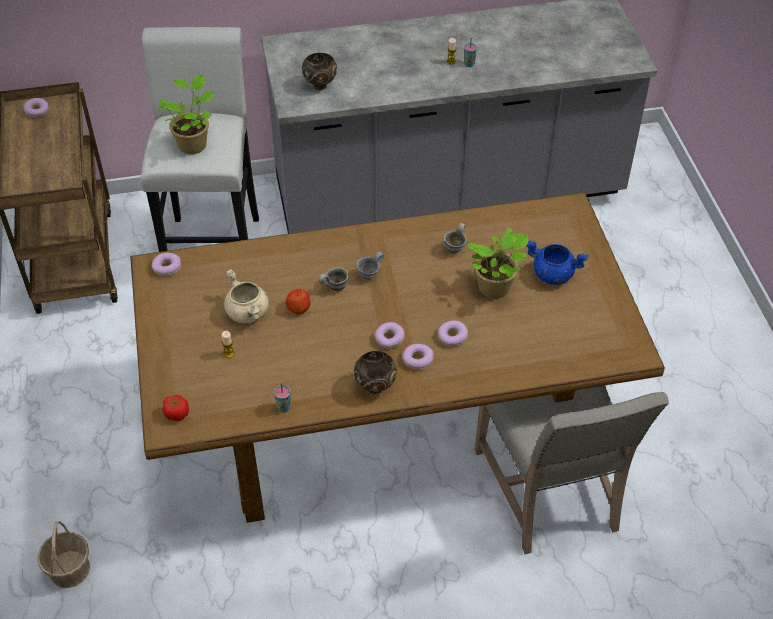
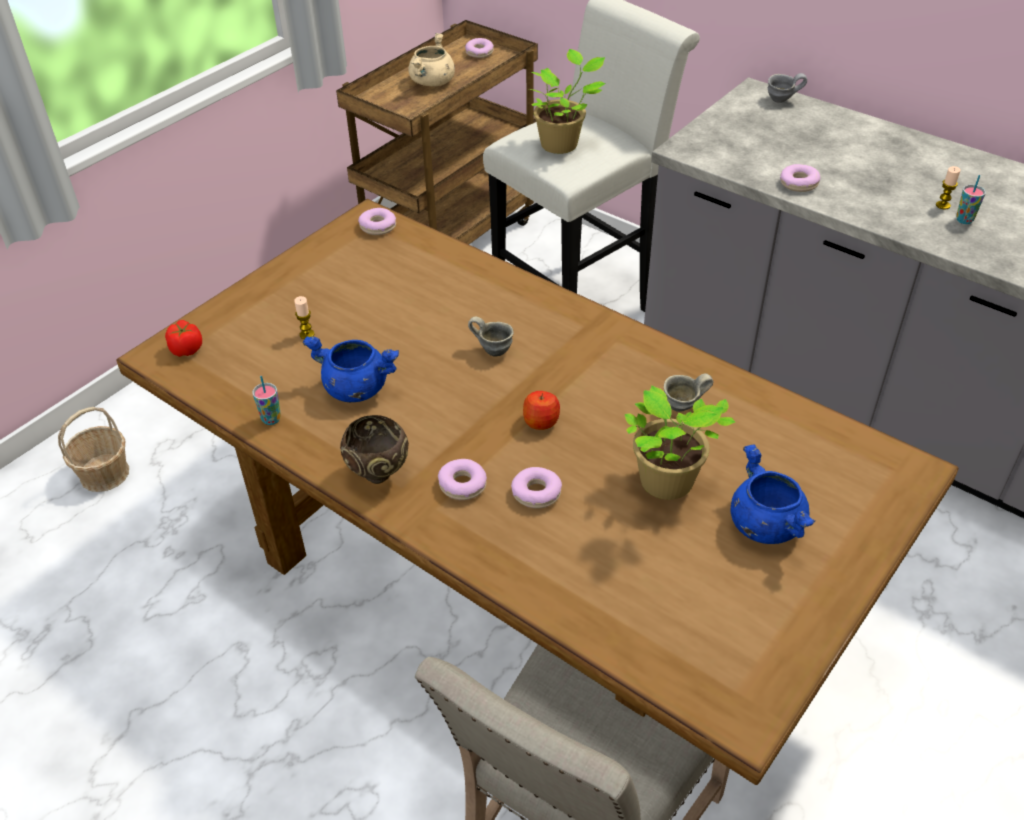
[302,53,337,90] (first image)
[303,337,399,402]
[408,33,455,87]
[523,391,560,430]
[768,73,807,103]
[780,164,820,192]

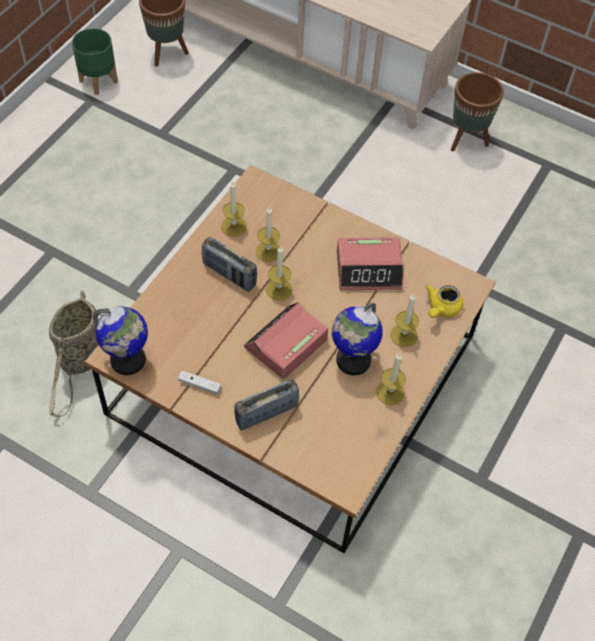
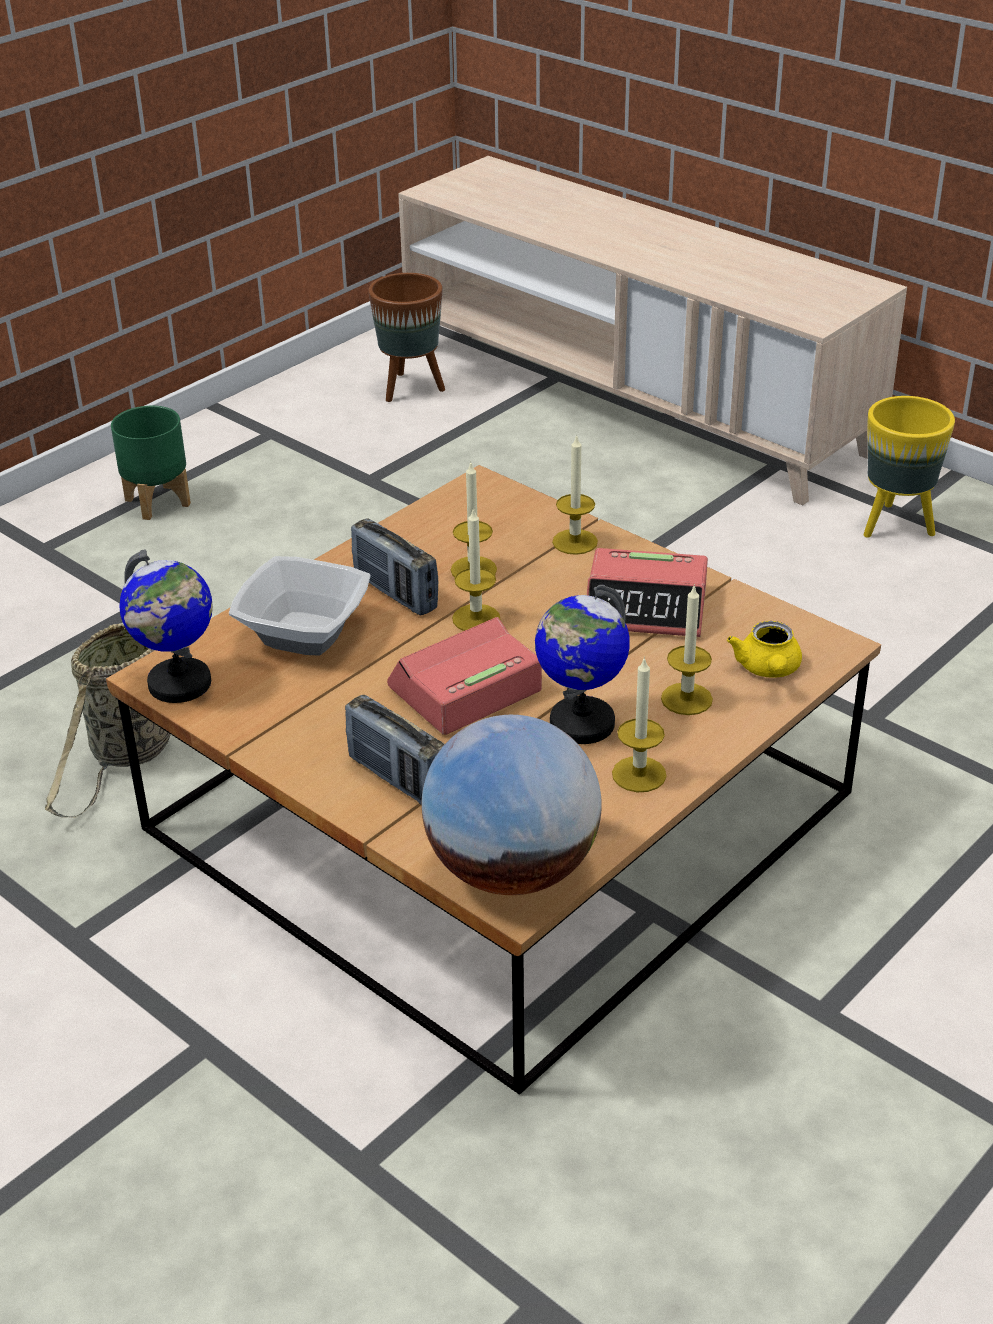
[178,371,221,395] (first image)
[229,556,370,655]
[421,715,602,895]
[111,406,191,520]
[552,434,598,555]
[864,396,955,538]
[345,695,445,804]
[727,621,802,678]

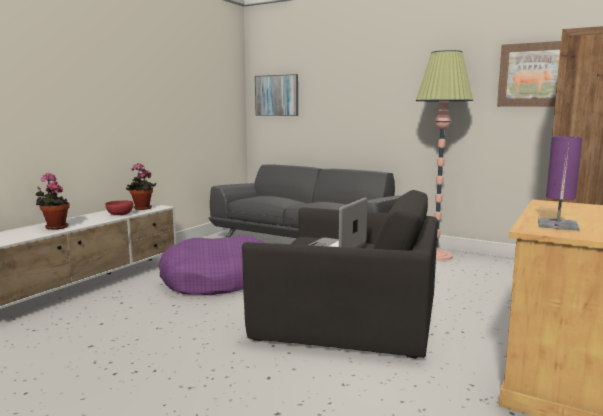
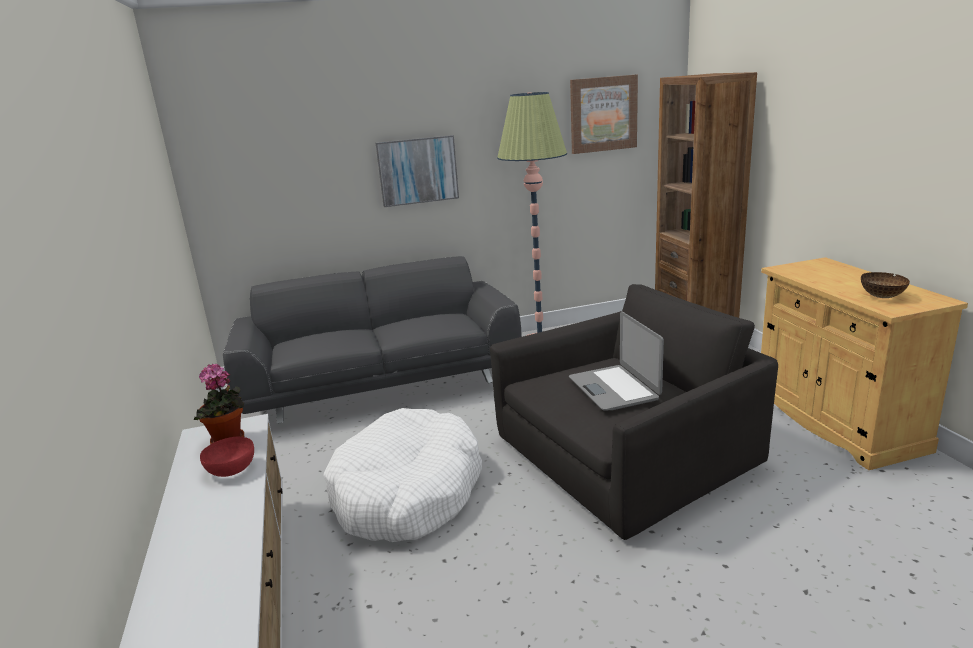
[36,173,70,230] (first image)
[376,135,459,207]
[861,272,910,298]
[324,408,482,542]

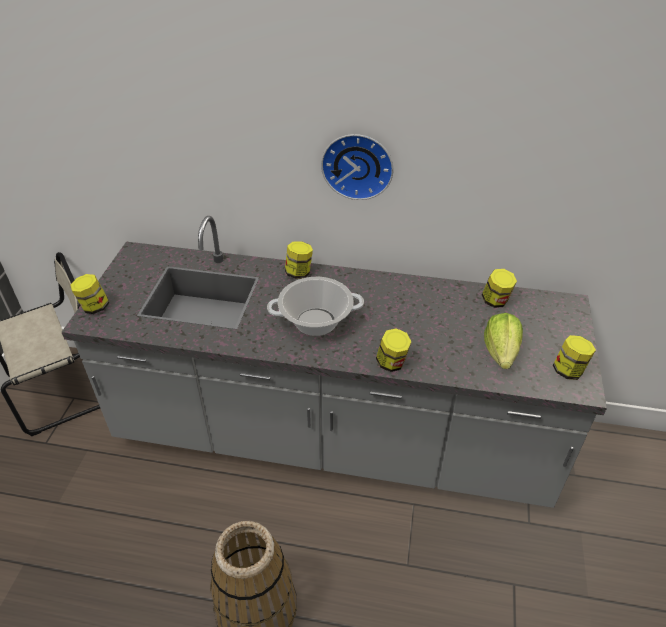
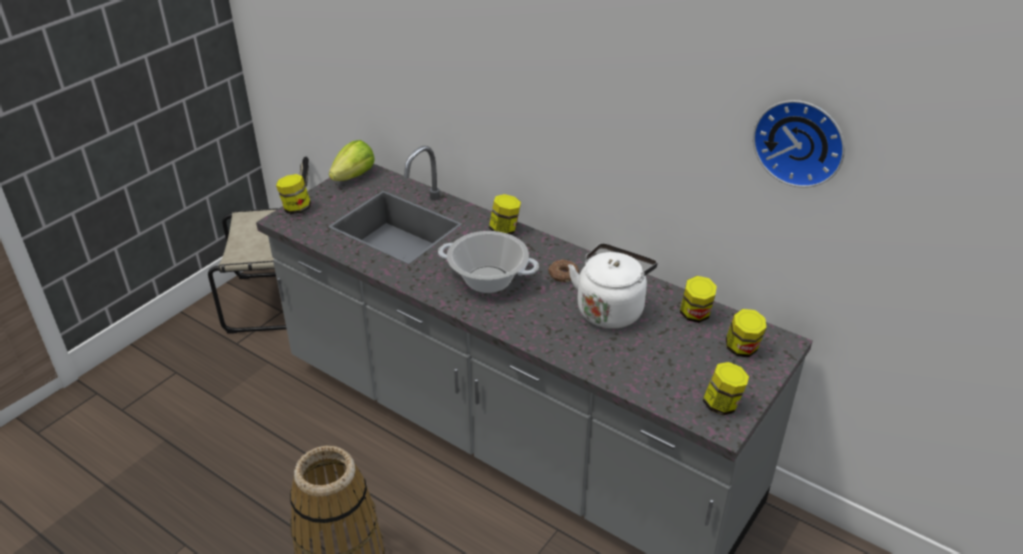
[548,260,579,282]
[568,243,657,329]
[753,100,845,188]
[726,309,767,357]
[329,140,374,181]

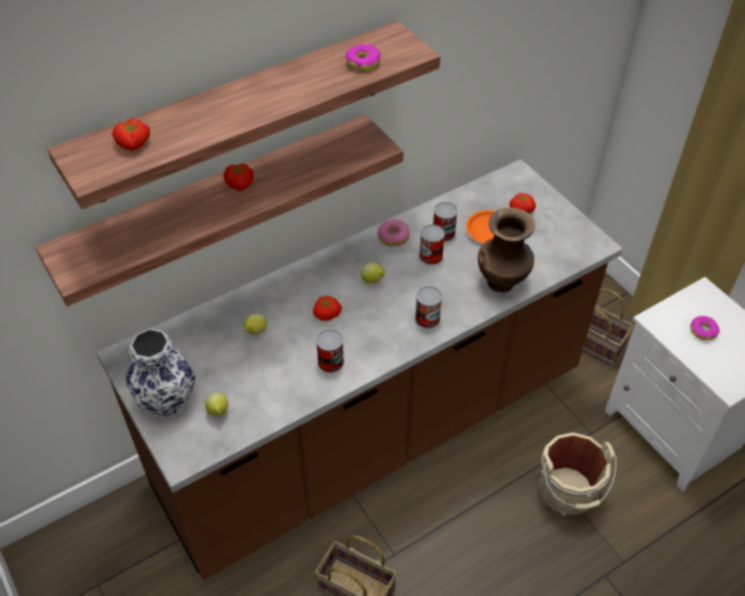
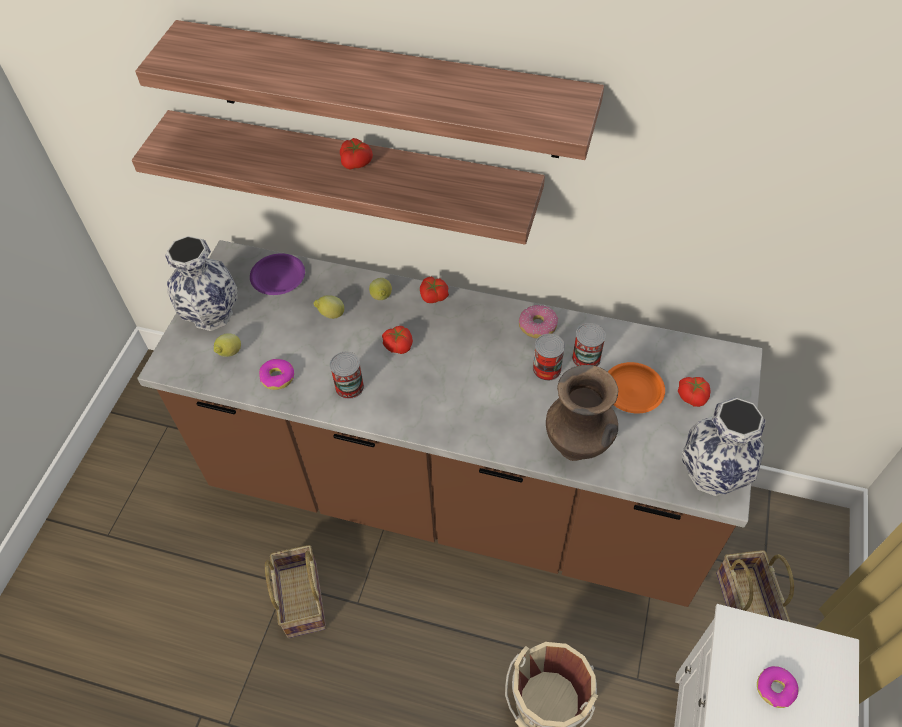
[415,286,442,329] (first image)
[250,253,305,295]
[682,398,766,496]
[420,276,449,303]
[259,359,294,390]
[369,278,392,300]

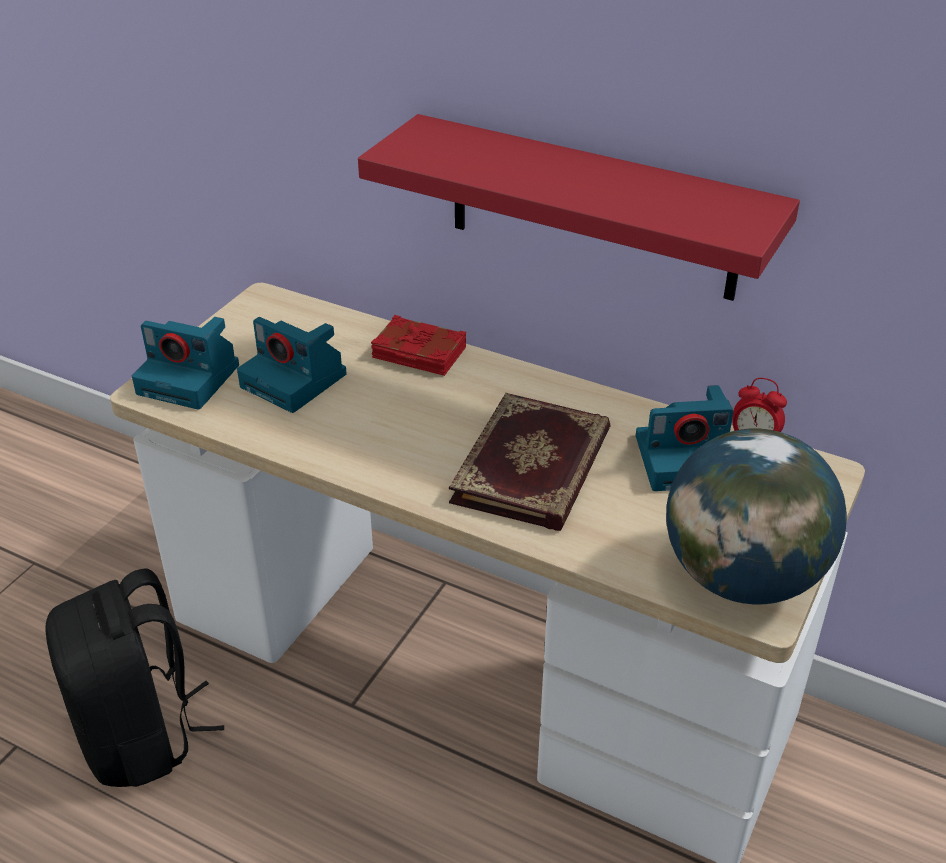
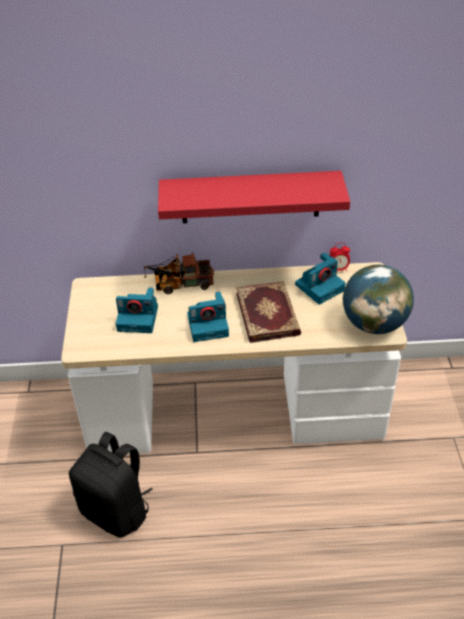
[187,292,229,342]
[144,252,214,294]

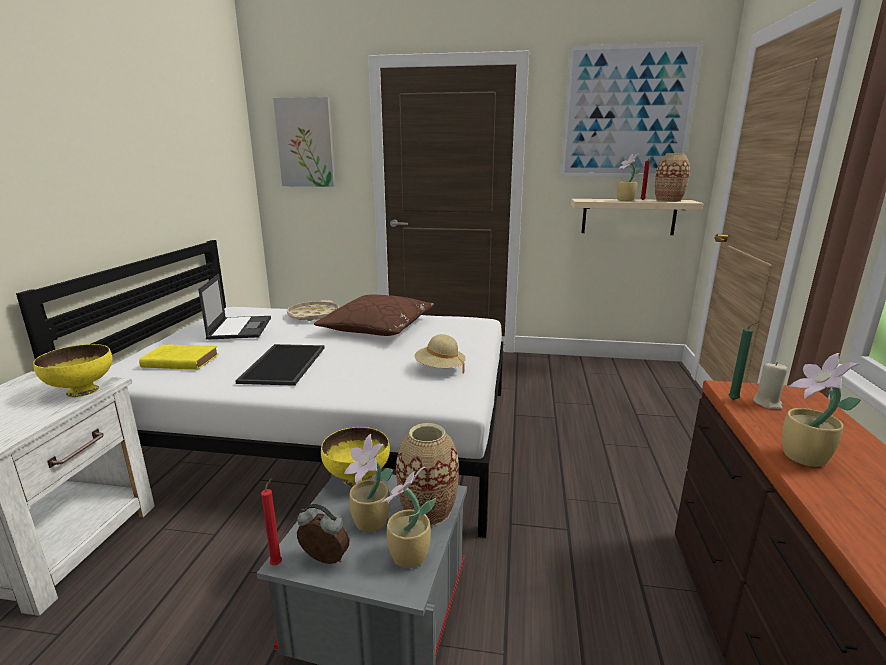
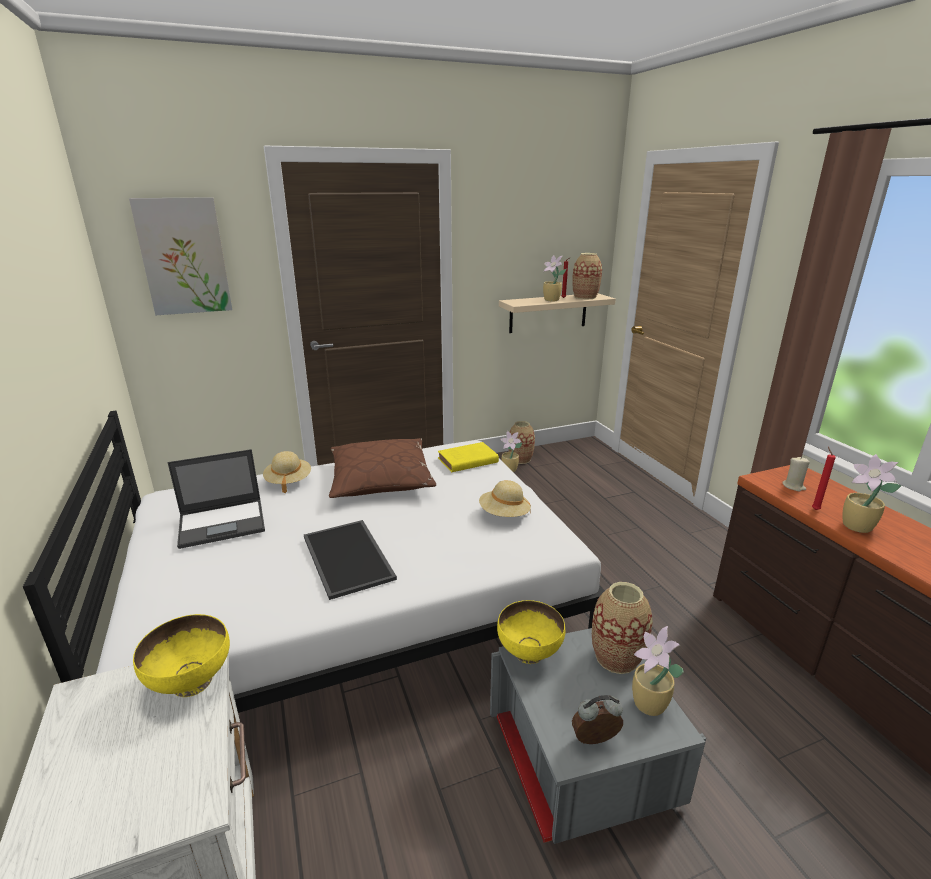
[560,42,703,177] (first image)
[728,321,759,400] (first image)
[508,421,535,464]
[438,442,499,472]
[812,447,836,510]
[500,431,522,472]
[263,451,311,493]
[168,449,265,549]

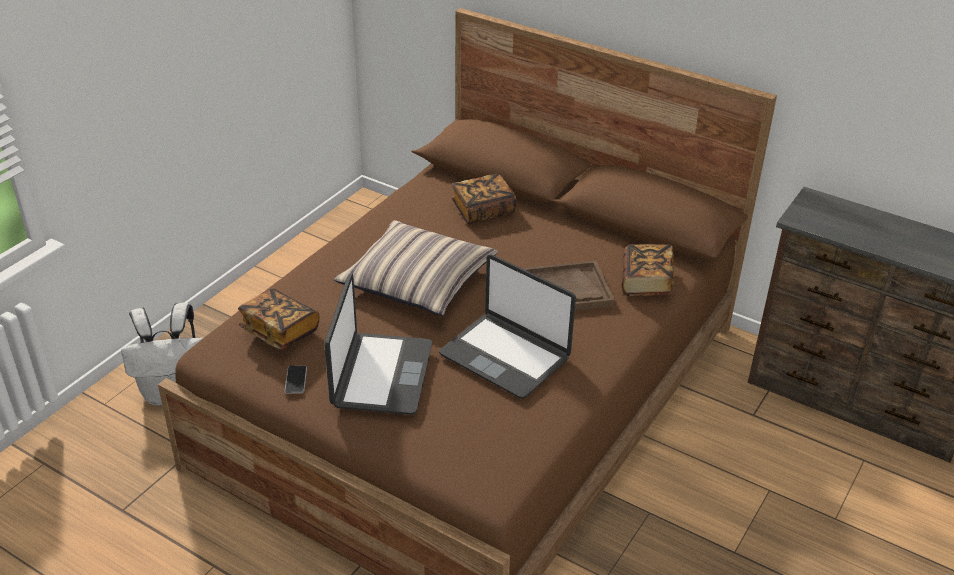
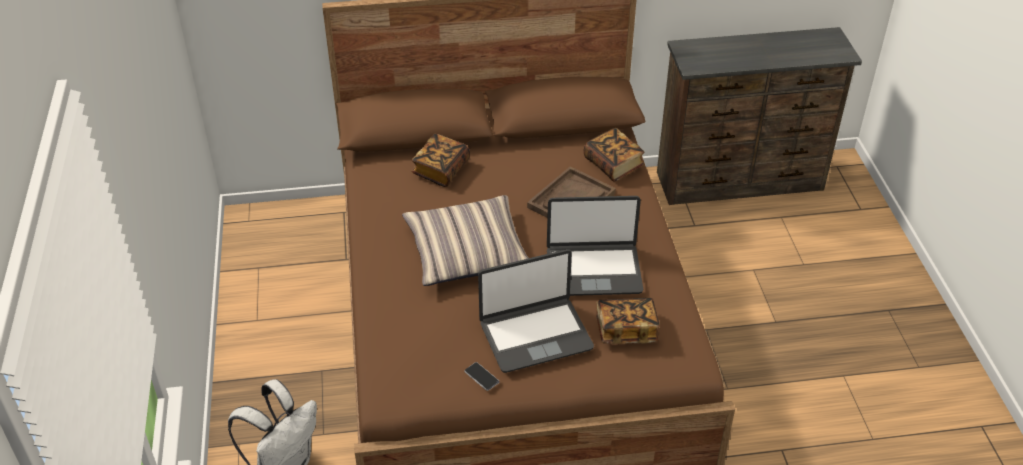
[596,298,660,344]
[478,249,594,373]

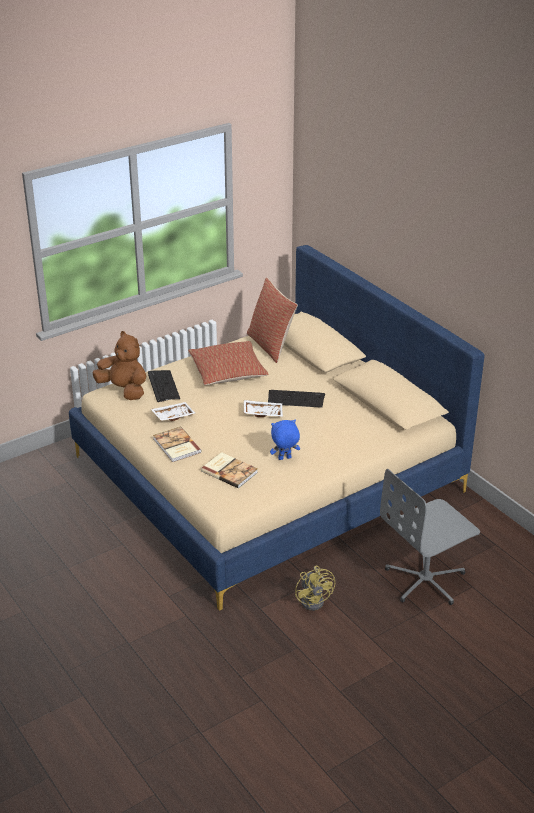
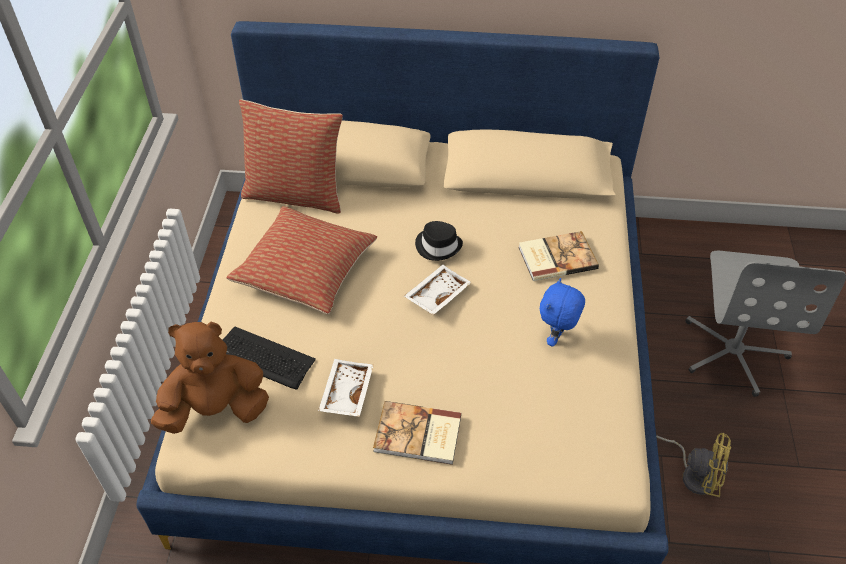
[518,231,599,281]
[415,221,463,261]

